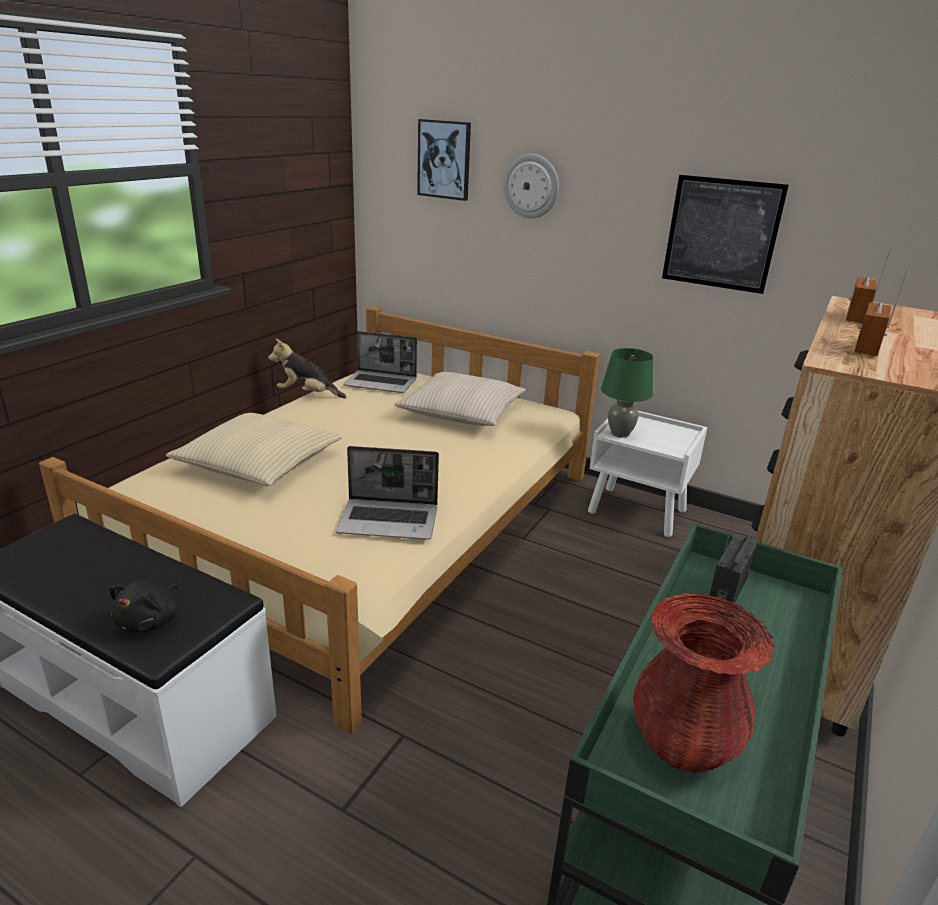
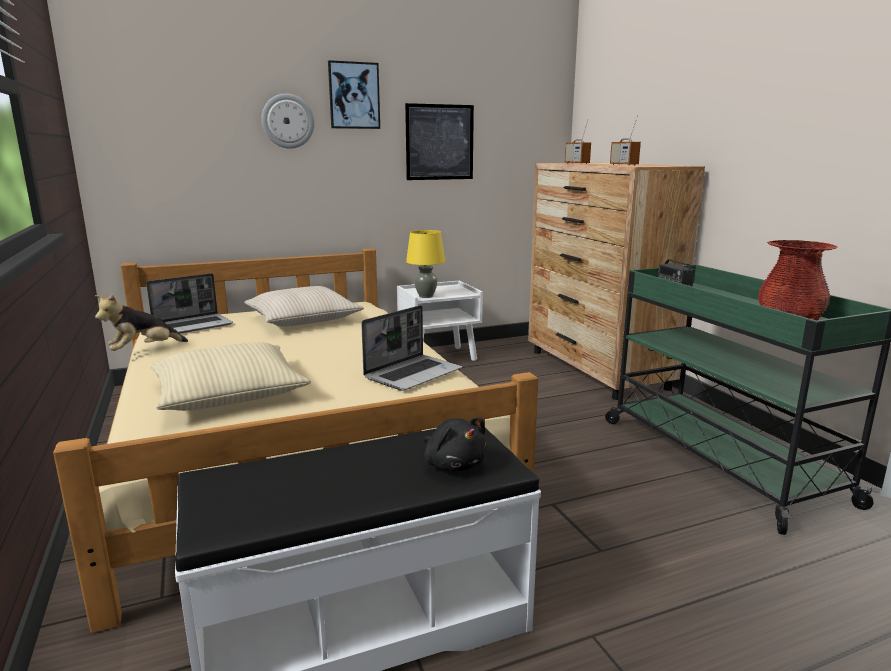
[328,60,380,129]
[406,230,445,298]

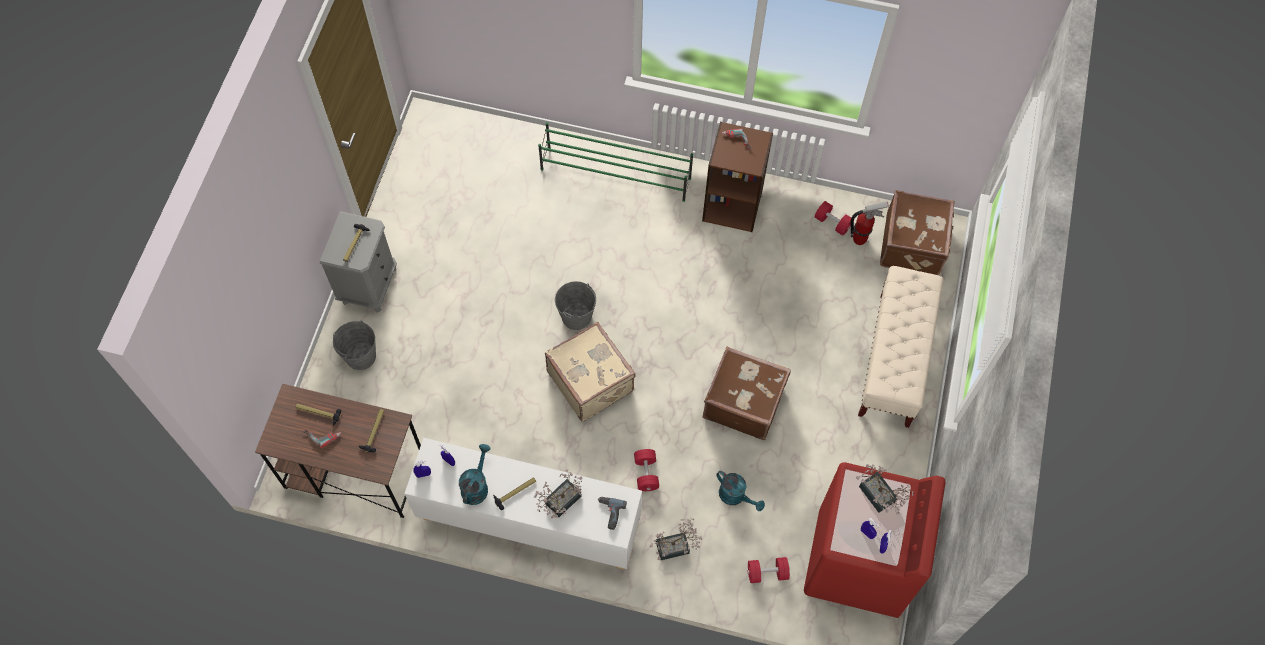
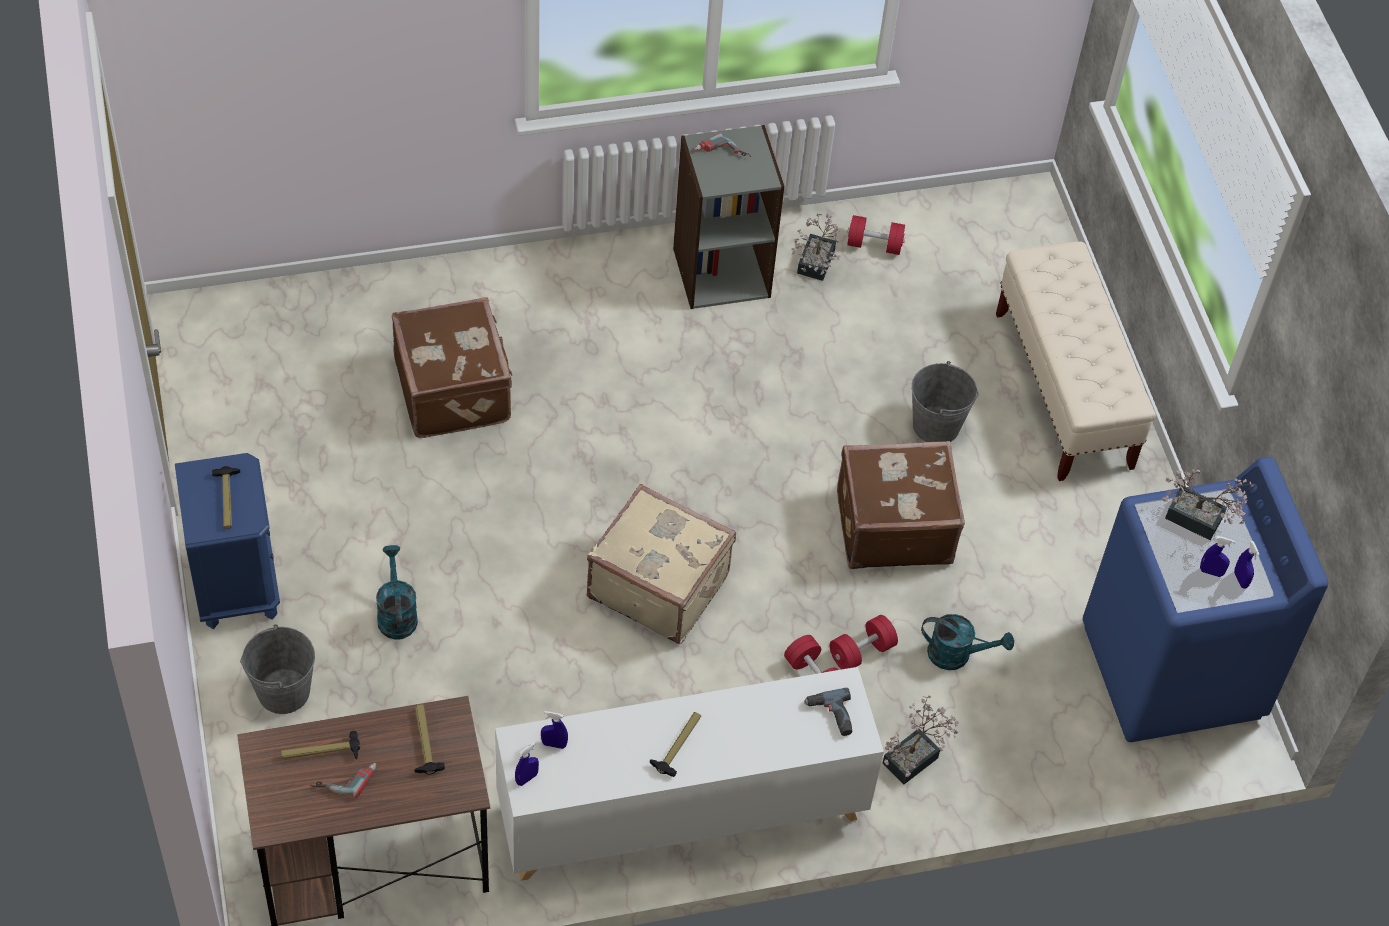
[538,122,693,202] (first image)
[851,201,889,245] (first image)
[376,545,418,640]
[791,214,840,281]
[912,361,979,442]
[829,615,898,669]
[392,297,513,438]
[175,453,280,629]
[673,125,784,309]
[1083,457,1328,742]

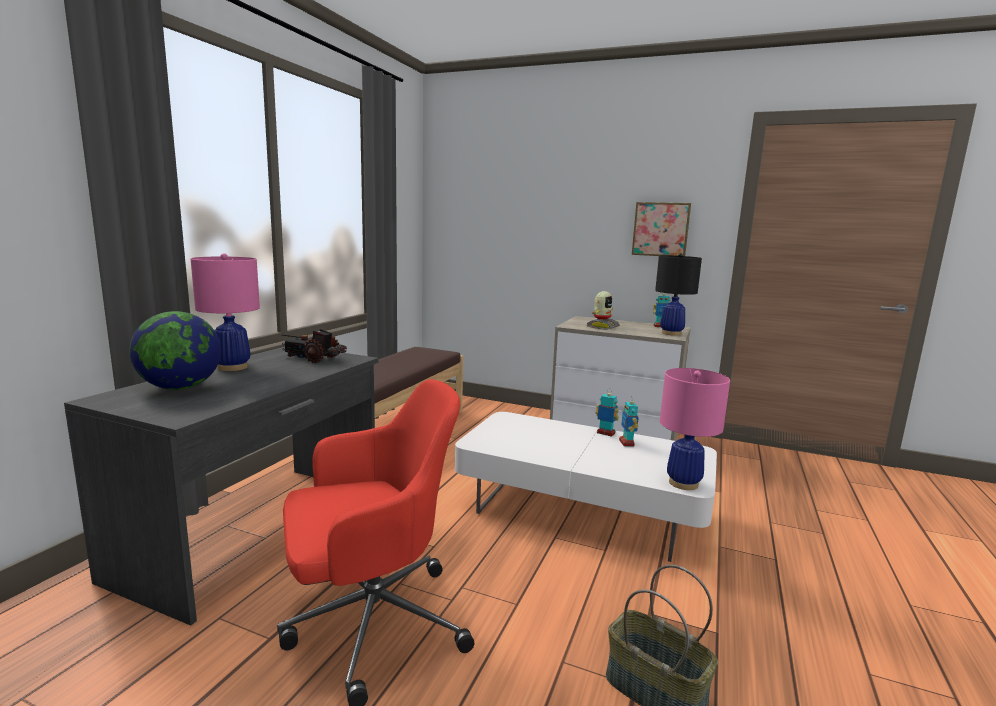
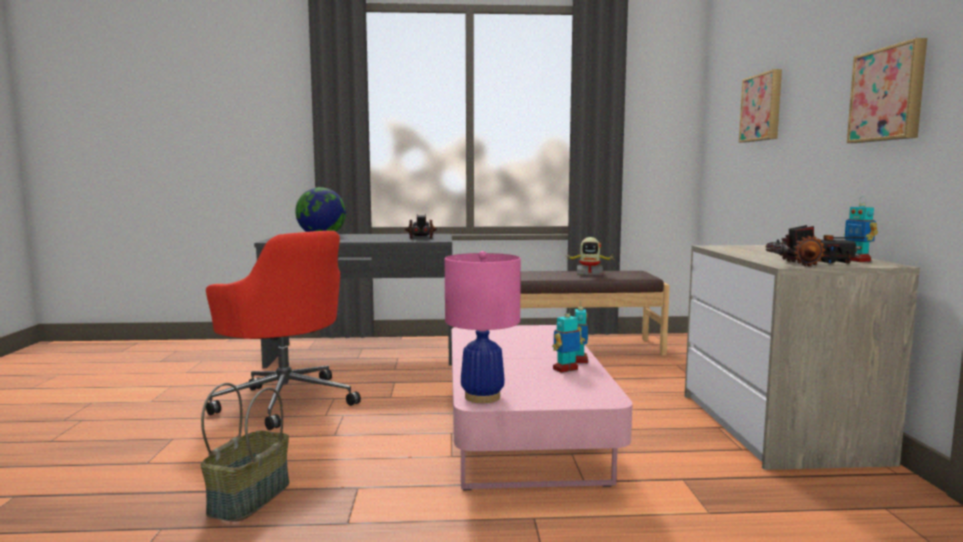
[191,253,260,371] (first image)
[739,69,782,143]
[567,237,613,276]
[766,225,865,267]
[452,325,632,490]

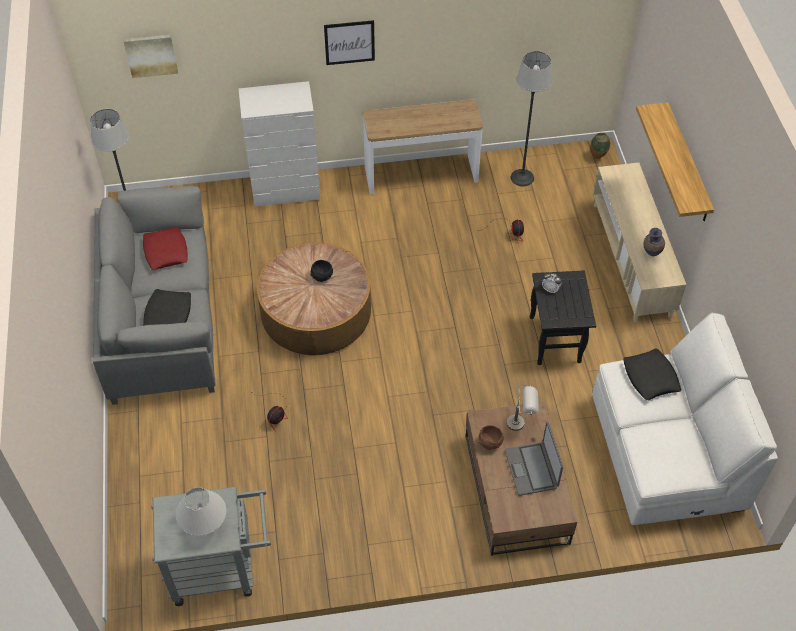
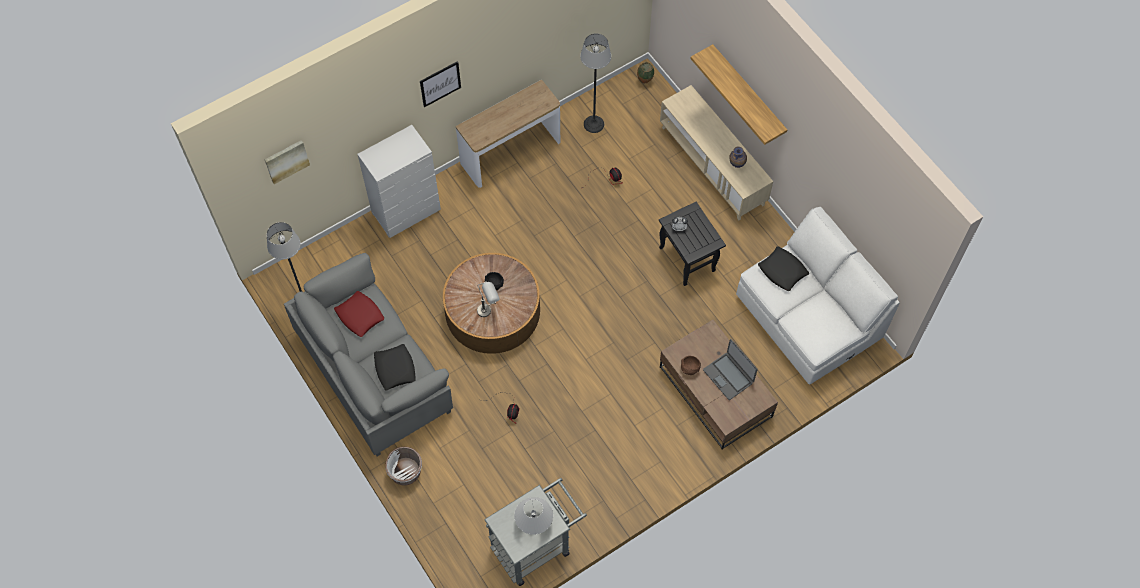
[385,447,422,486]
[477,281,500,317]

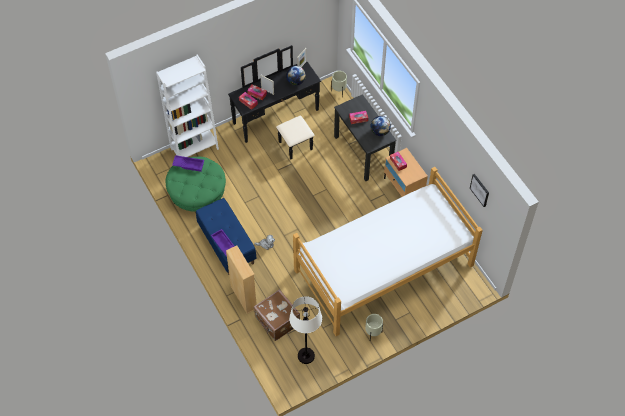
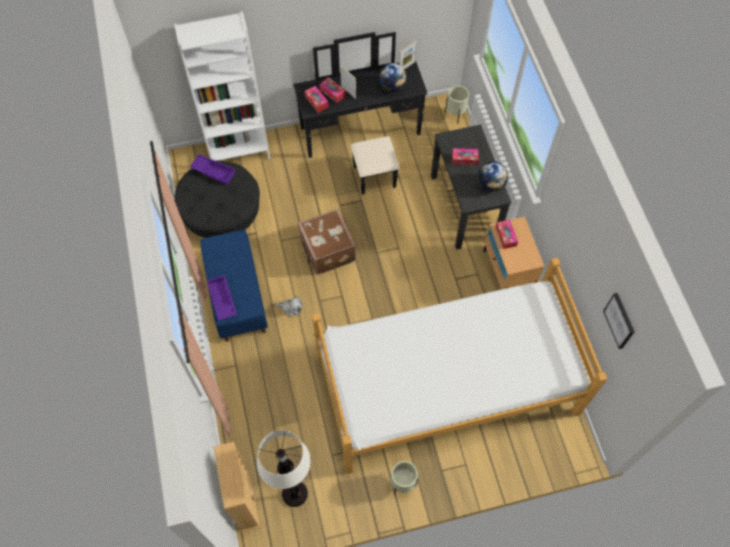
[213,442,260,532]
[298,209,356,275]
[174,161,260,238]

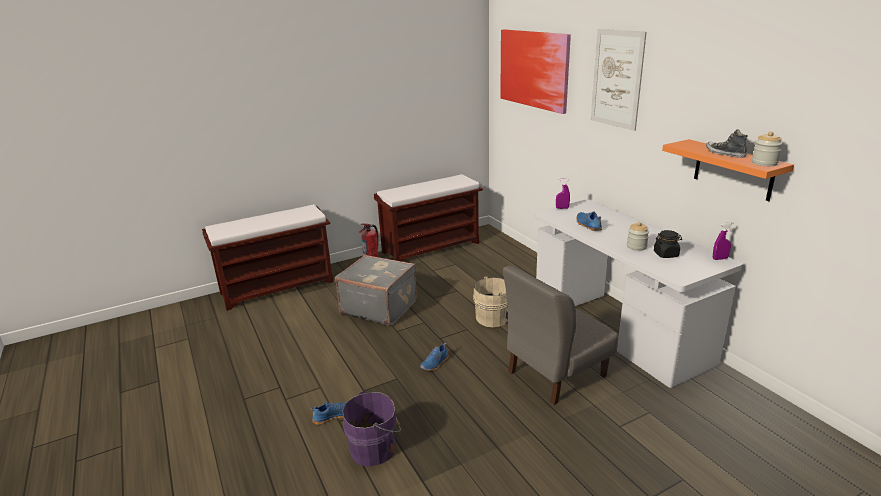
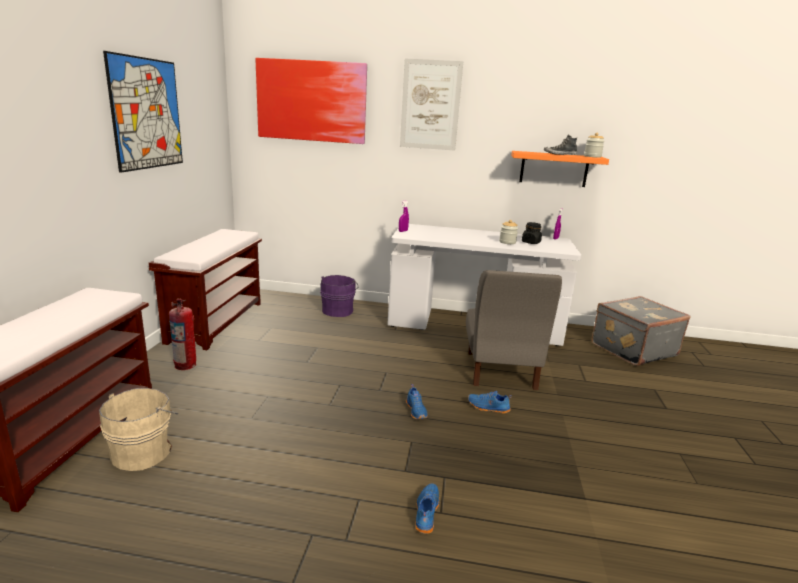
[103,51,183,173]
[592,296,691,366]
[320,275,358,317]
[99,388,178,471]
[468,391,512,414]

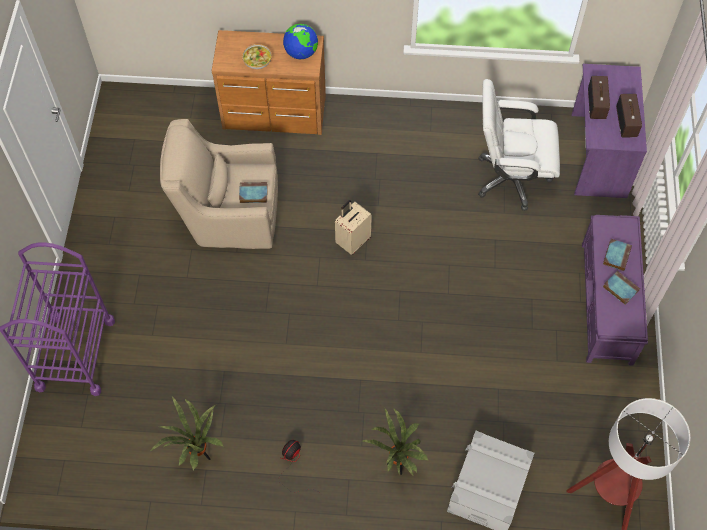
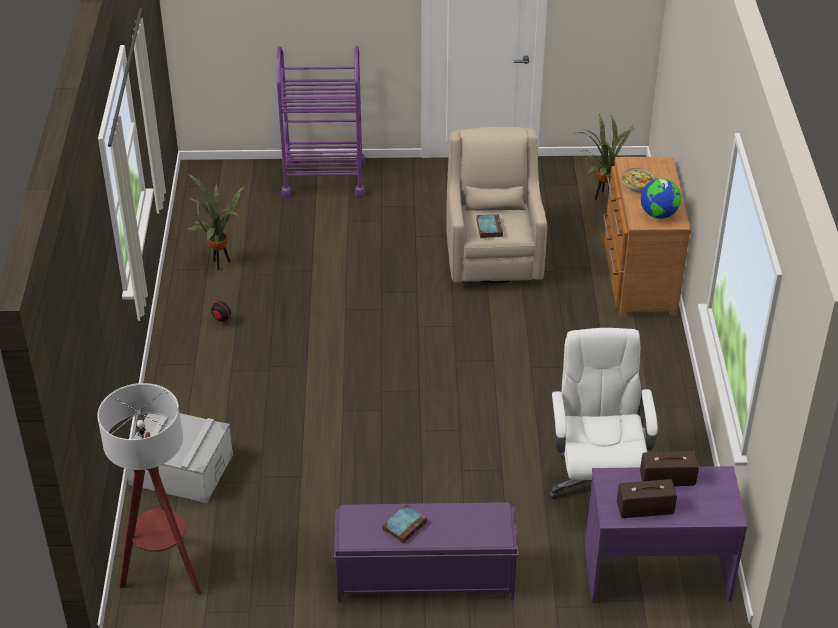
[335,200,372,255] (first image)
[603,239,632,271] (first image)
[573,114,634,200]

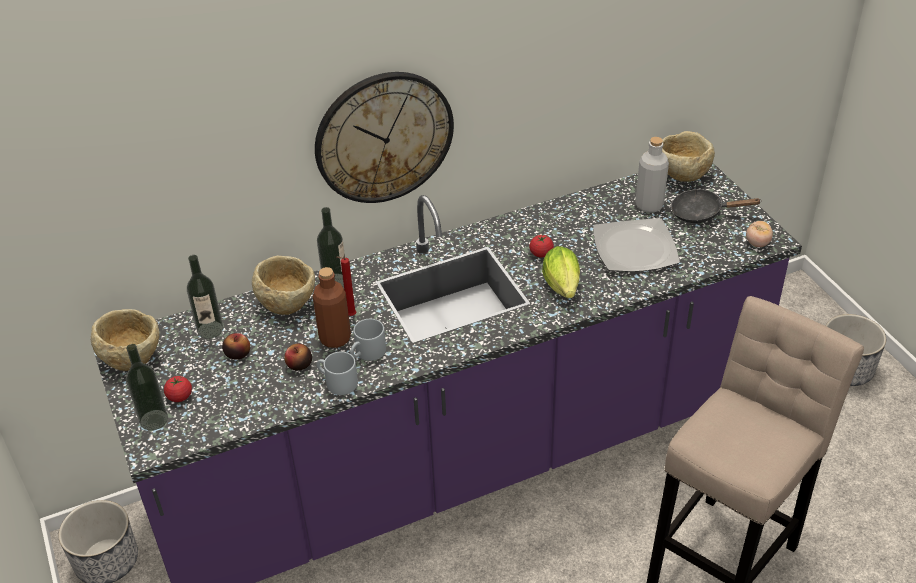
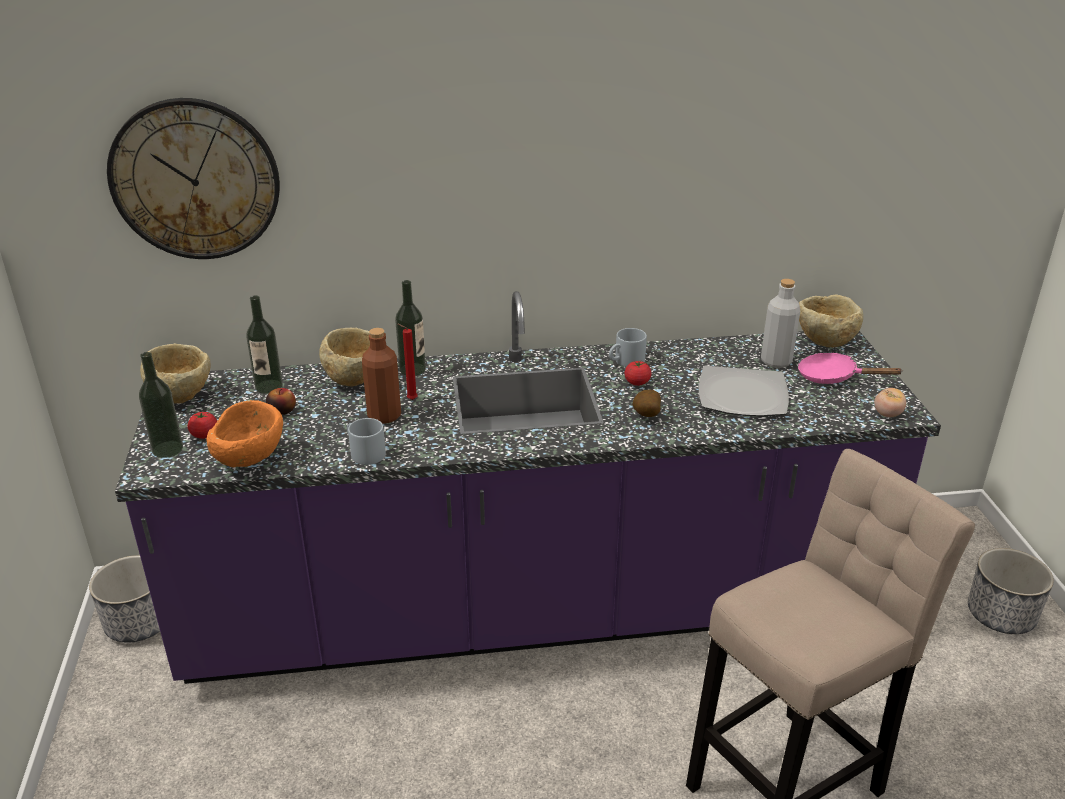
[284,344,312,371] (first image)
[207,400,283,467]
[107,98,280,259]
[609,328,647,367]
[633,389,661,417]
[798,352,903,384]

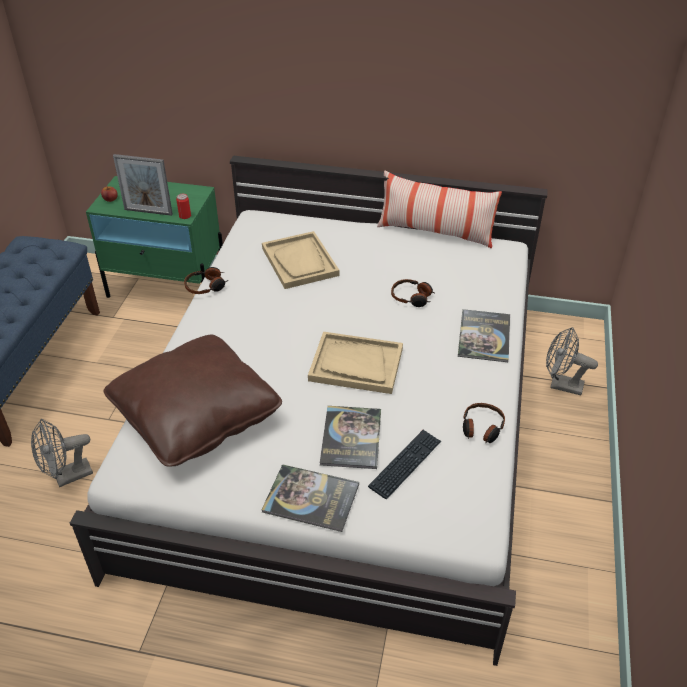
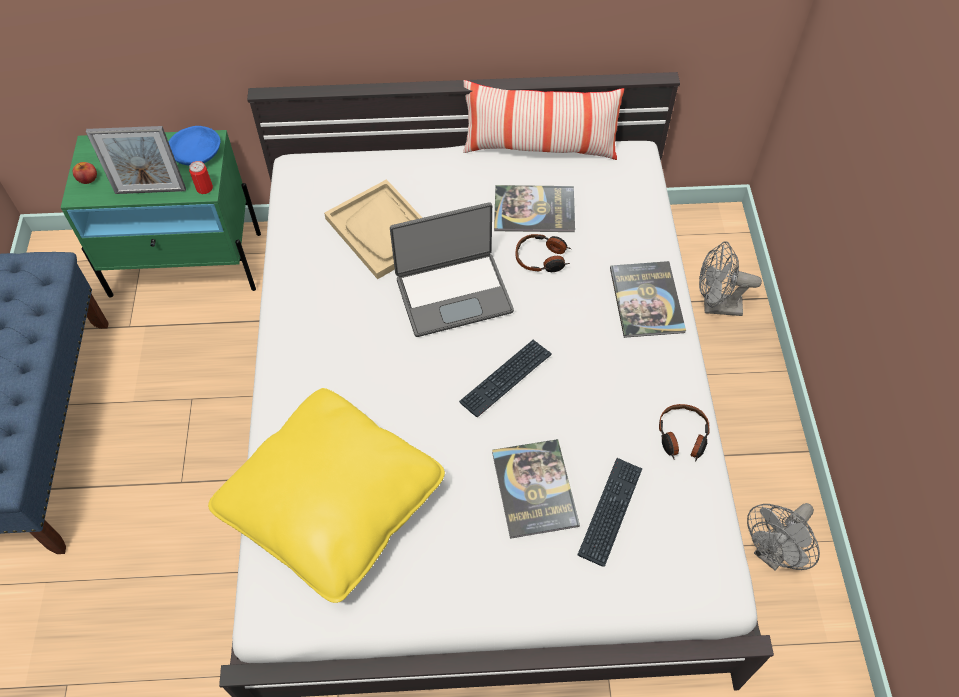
[184,267,228,294] (first image)
[169,126,221,166]
[390,202,514,337]
[747,503,820,570]
[494,185,575,232]
[459,340,552,417]
[208,388,445,603]

